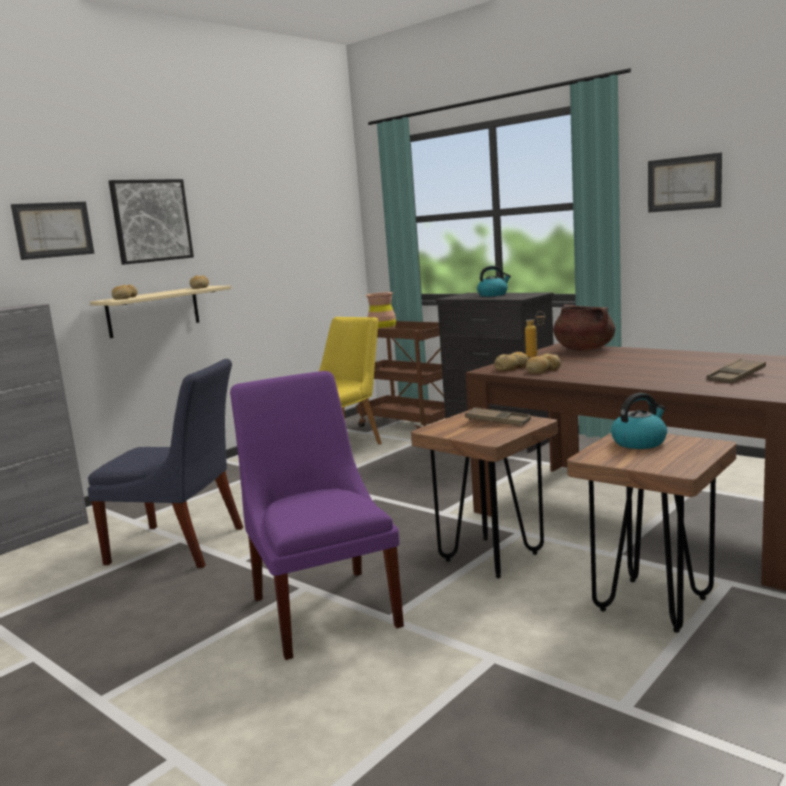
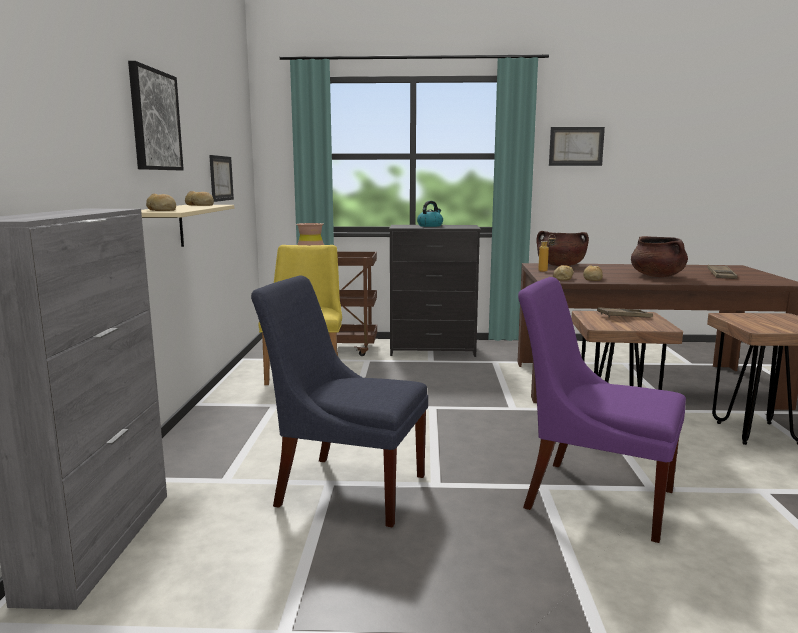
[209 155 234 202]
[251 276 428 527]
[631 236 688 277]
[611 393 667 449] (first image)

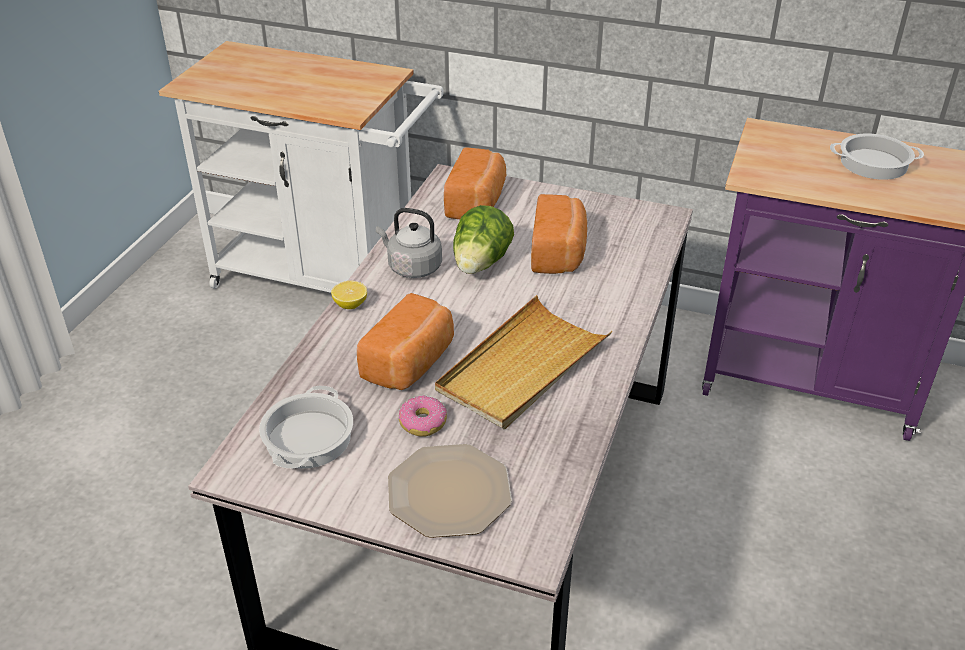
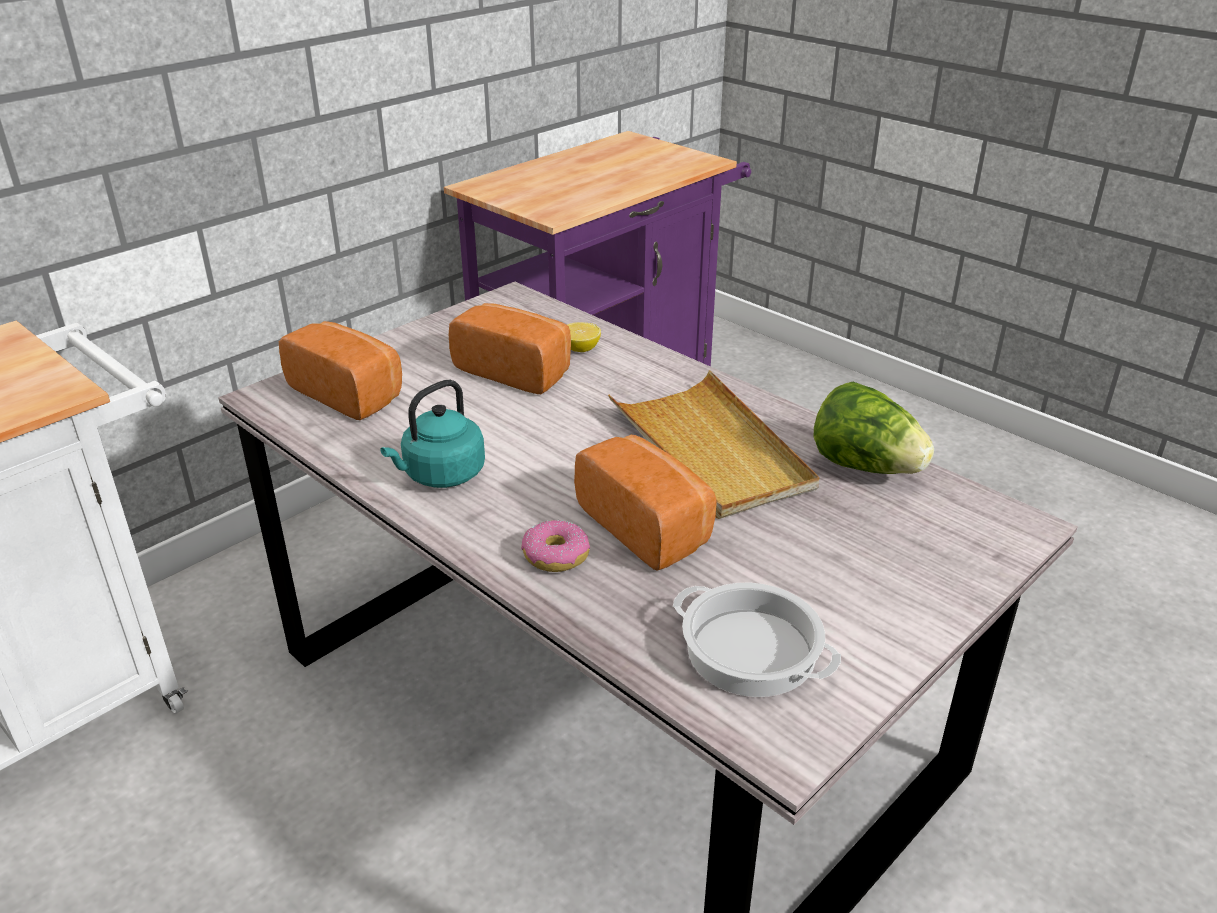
[380 380 485 488]
[521 520 590 572]
[567 322 601 352]
[814 382 934 474]
[388 444 512 538] (first image)
[830 134 924 180] (first image)

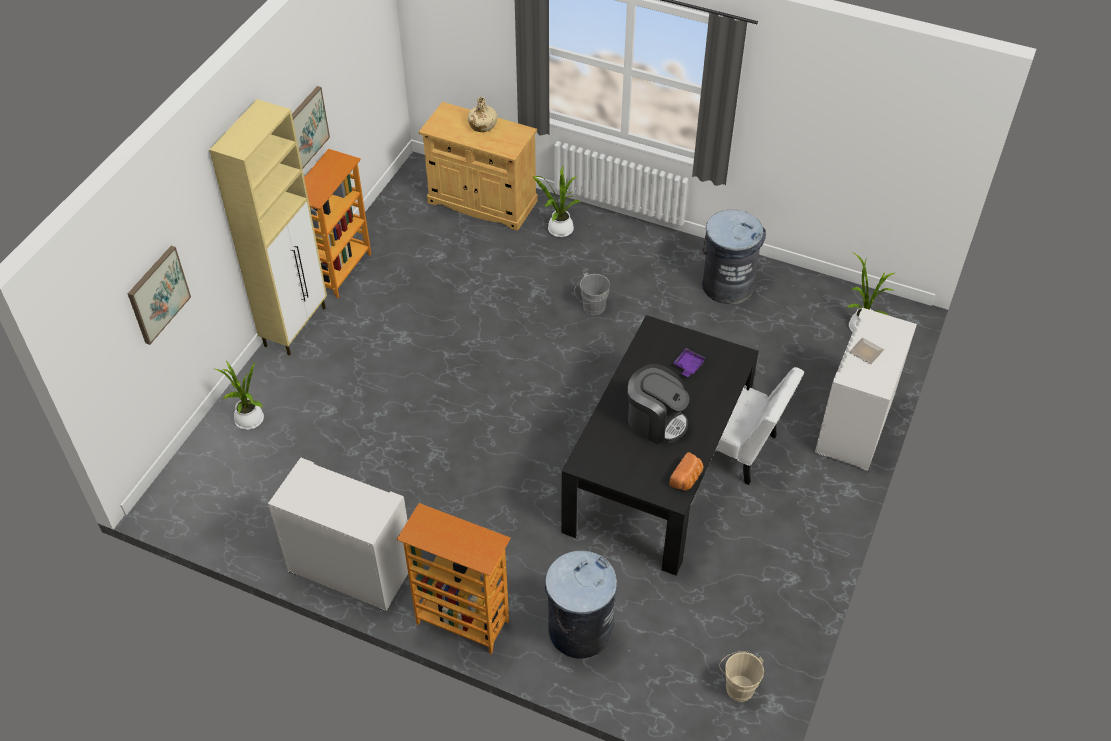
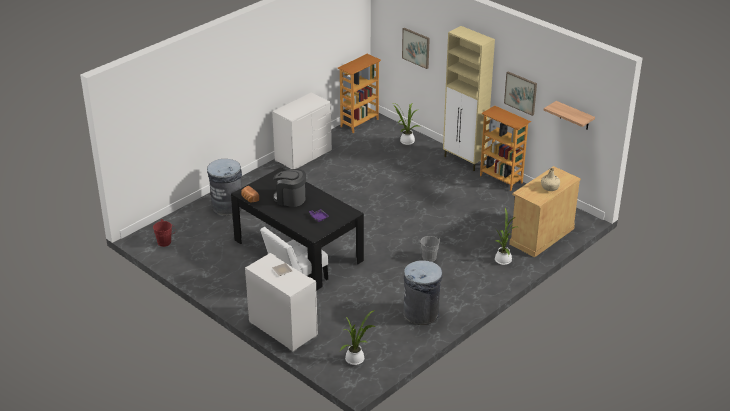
[153 219 176 247]
[273 169 306 207]
[338 54 381 133]
[544 101 595 130]

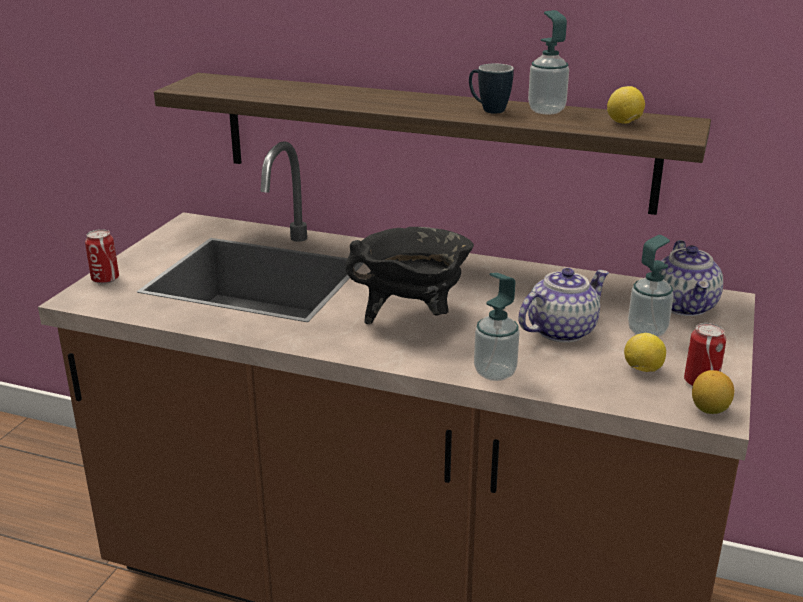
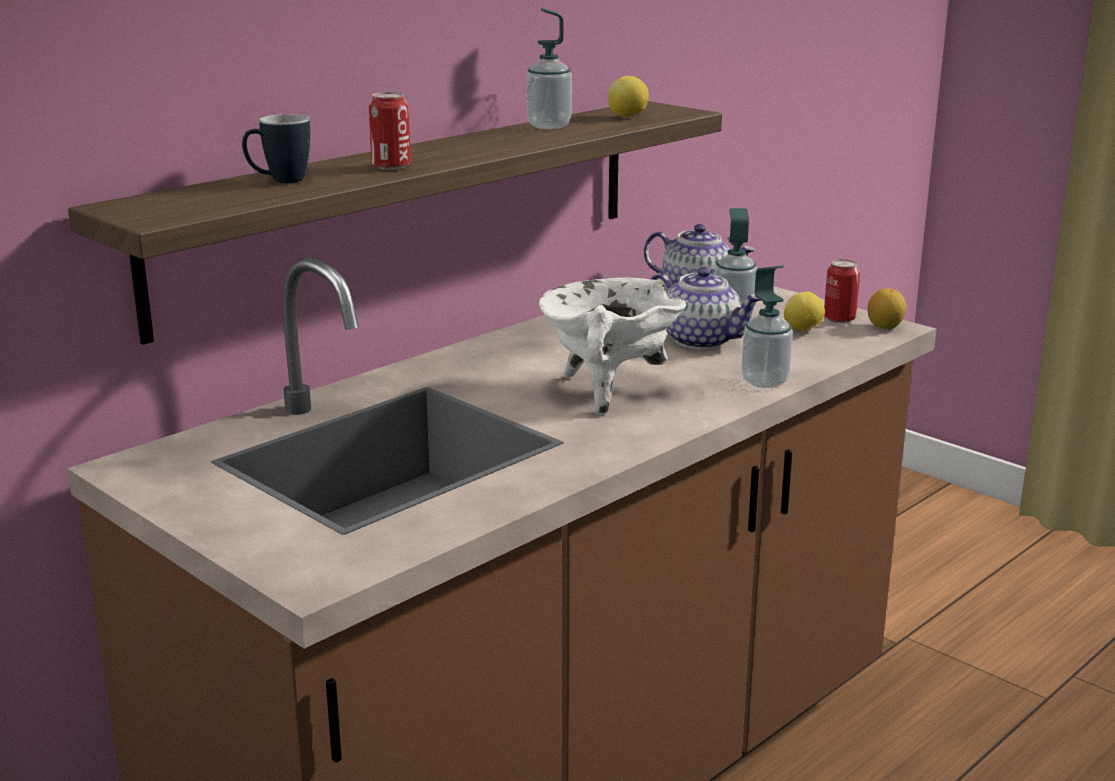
[242 114 310 183]
[369 92 411 170]
[539 278 686 415]
[651 267 761 350]

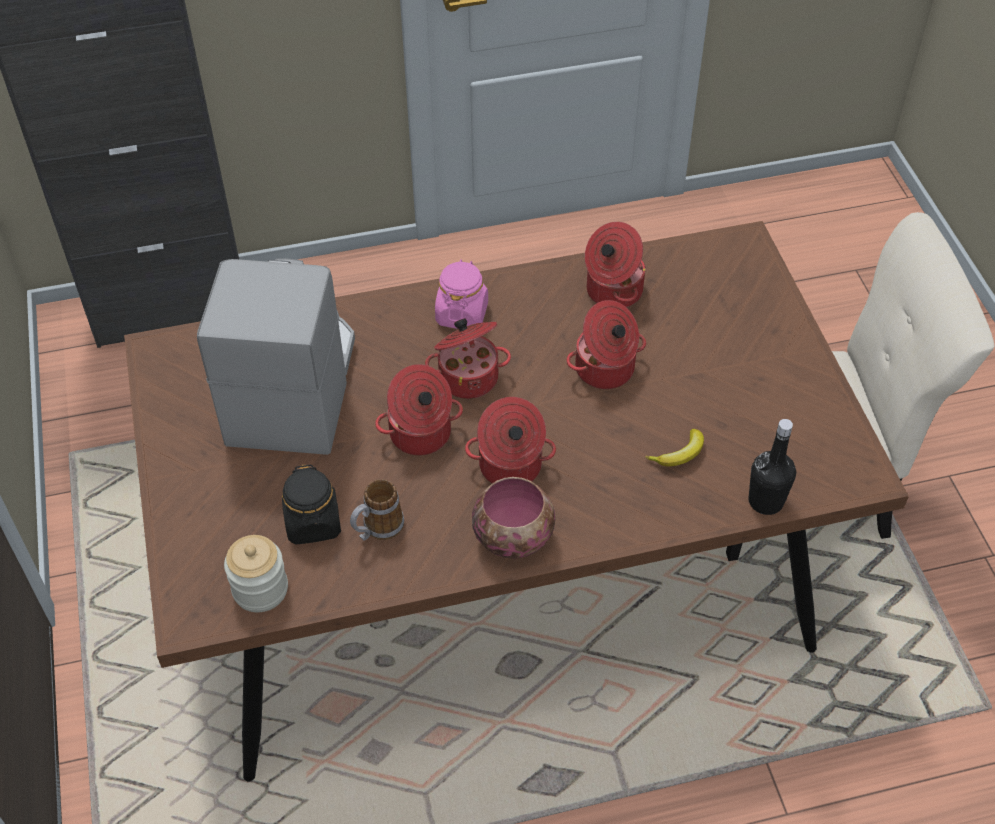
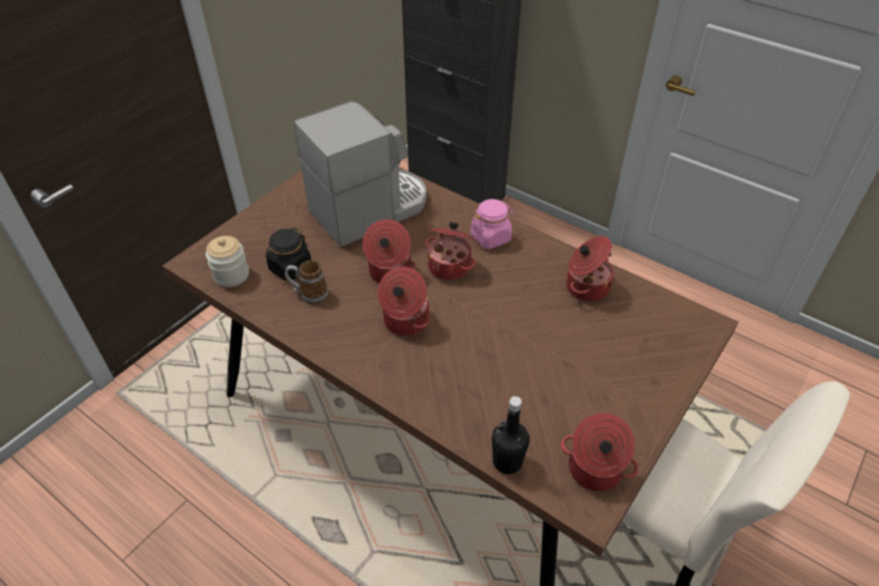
[561 413 638 491]
[472 477 555 559] (first image)
[645 429 704 466] (first image)

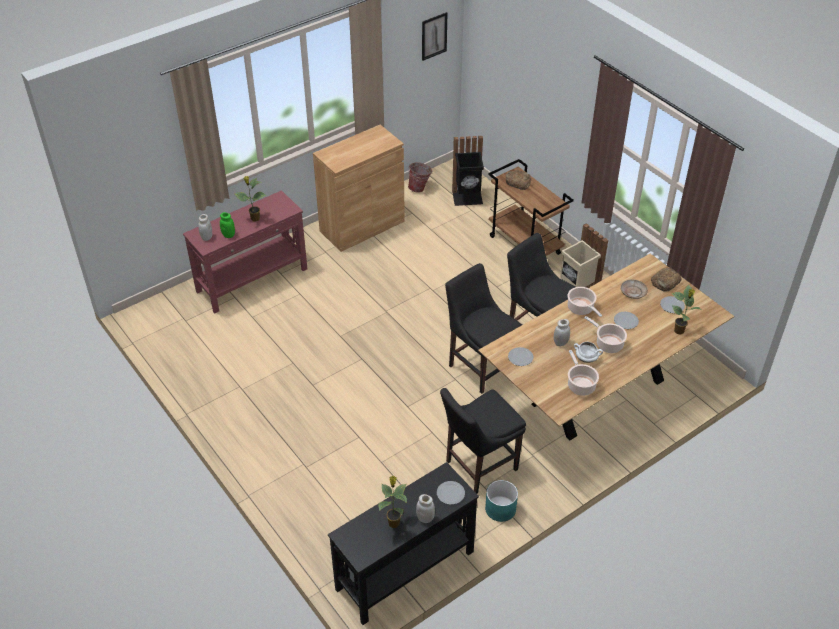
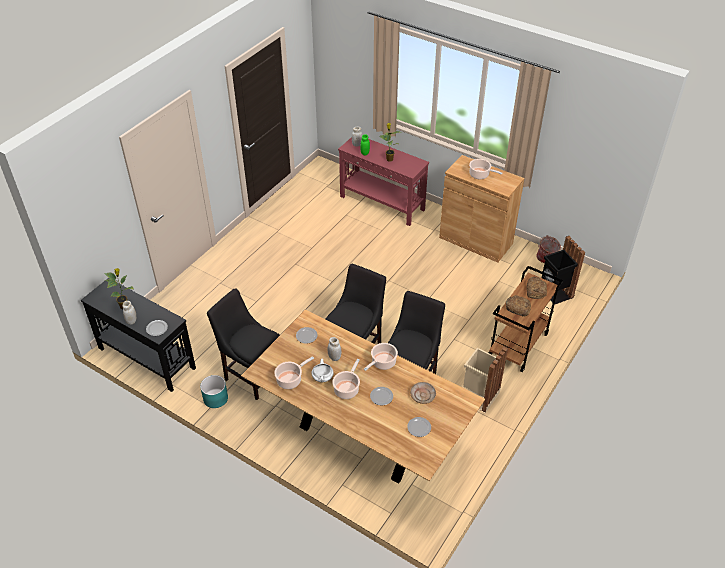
[469 159 503 179]
[506 295 531 317]
[422 12 447 61] (first image)
[672 284 701 335] (first image)

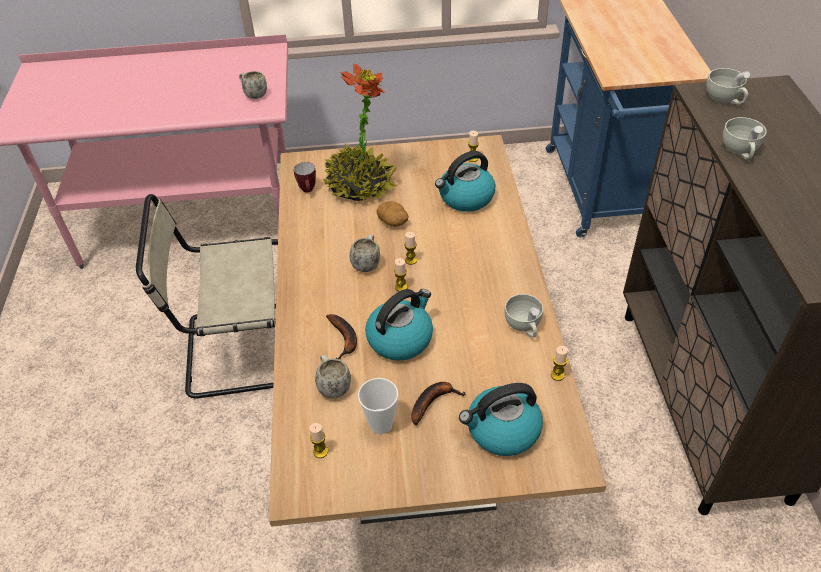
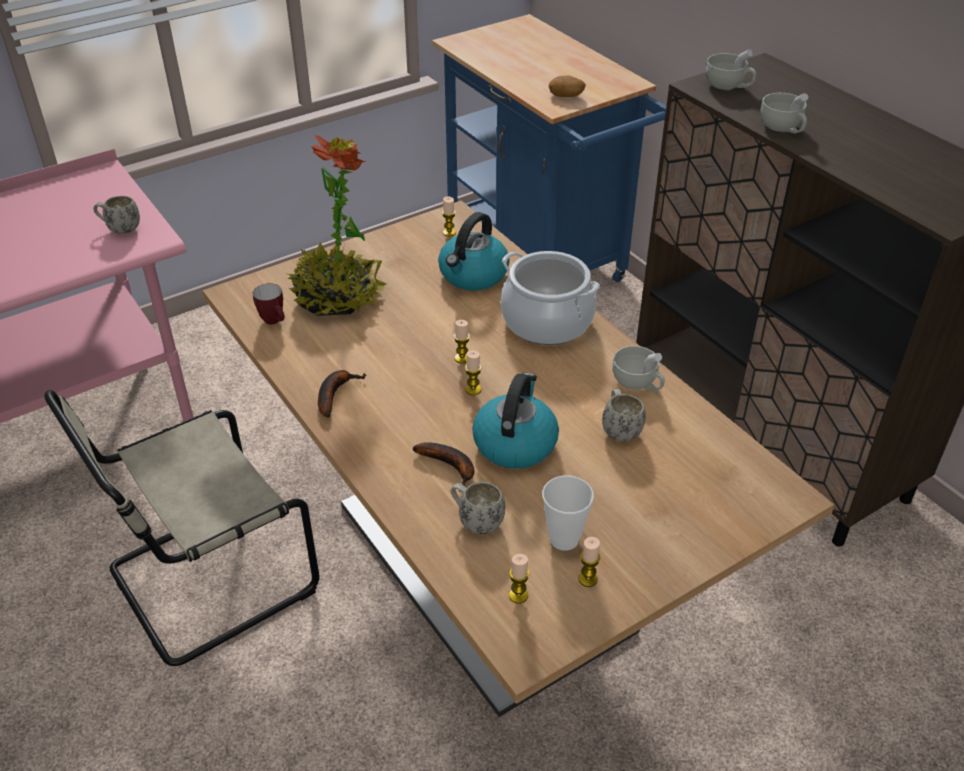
[318 370 367 418]
[501 251 600 345]
[548 75 586 97]
[578 537 601 587]
[602 389 646 441]
[459 383 543 456] (first image)

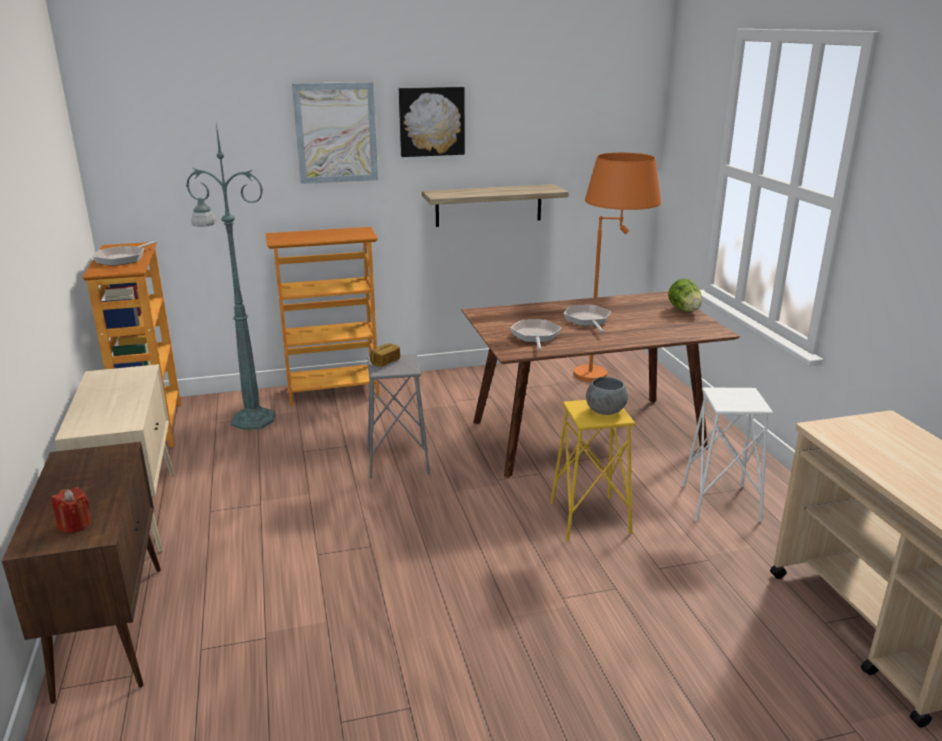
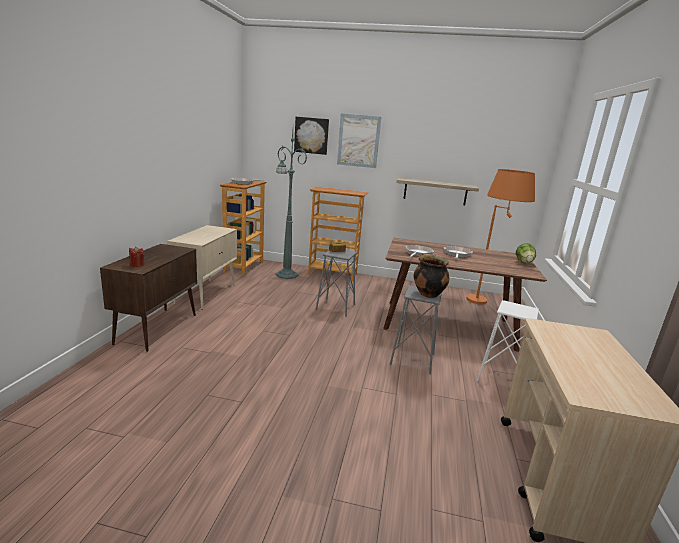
[294 117 329 155]
[390 285 442 374]
[414 253 449 298]

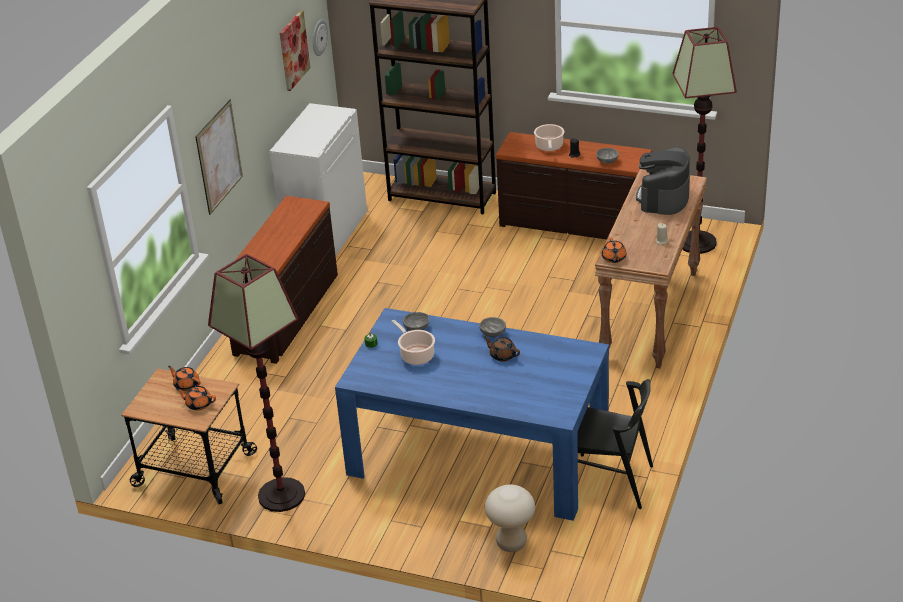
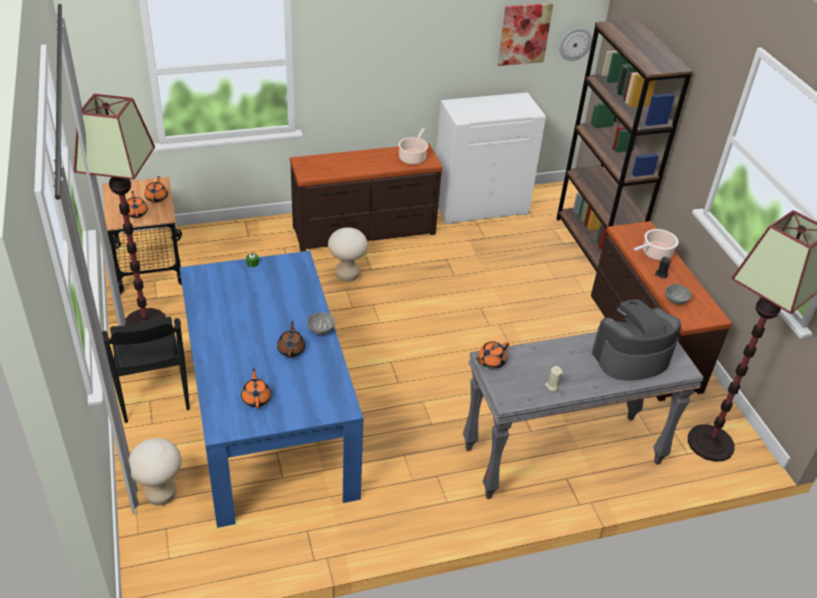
[102 317 190 423]
[241 368 271 408]
[328 227 368 282]
[398 128 428 165]
[463 332 704 499]
[196 100 243 215] (first image)
[403 312 429 331] (first image)

